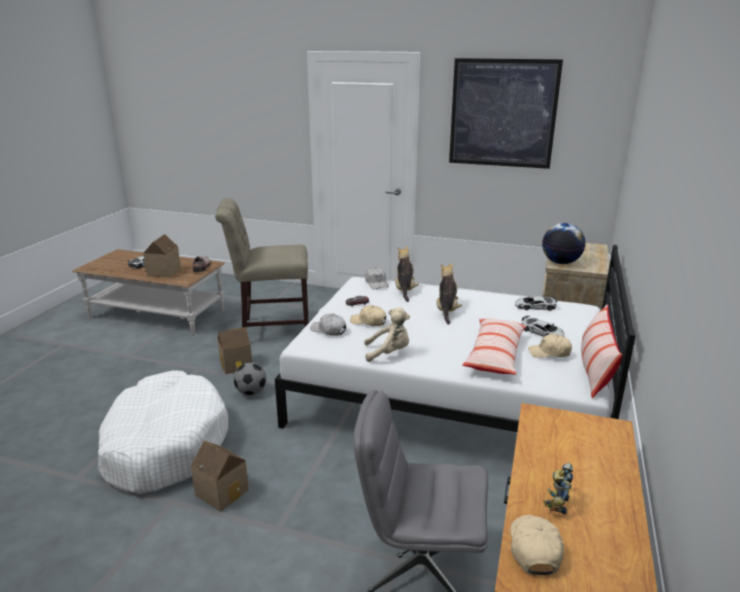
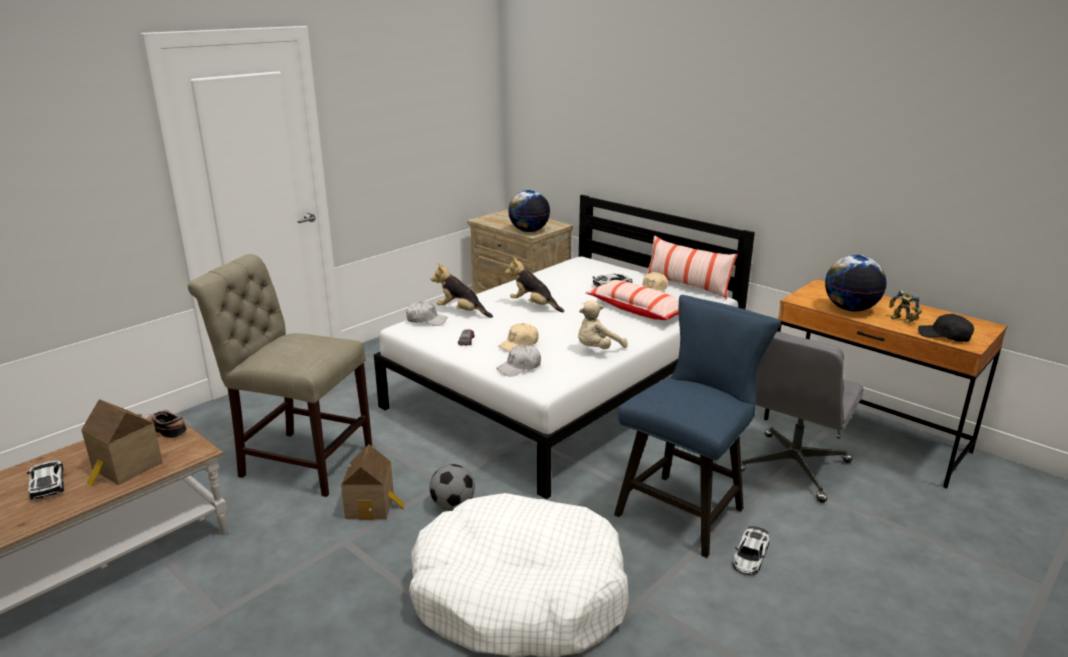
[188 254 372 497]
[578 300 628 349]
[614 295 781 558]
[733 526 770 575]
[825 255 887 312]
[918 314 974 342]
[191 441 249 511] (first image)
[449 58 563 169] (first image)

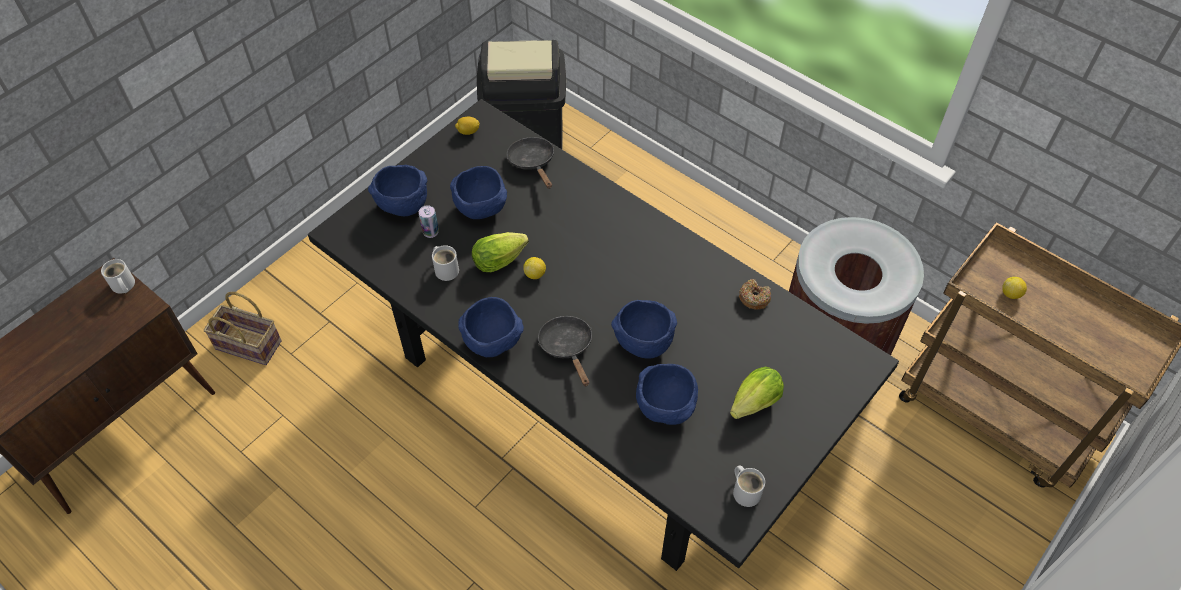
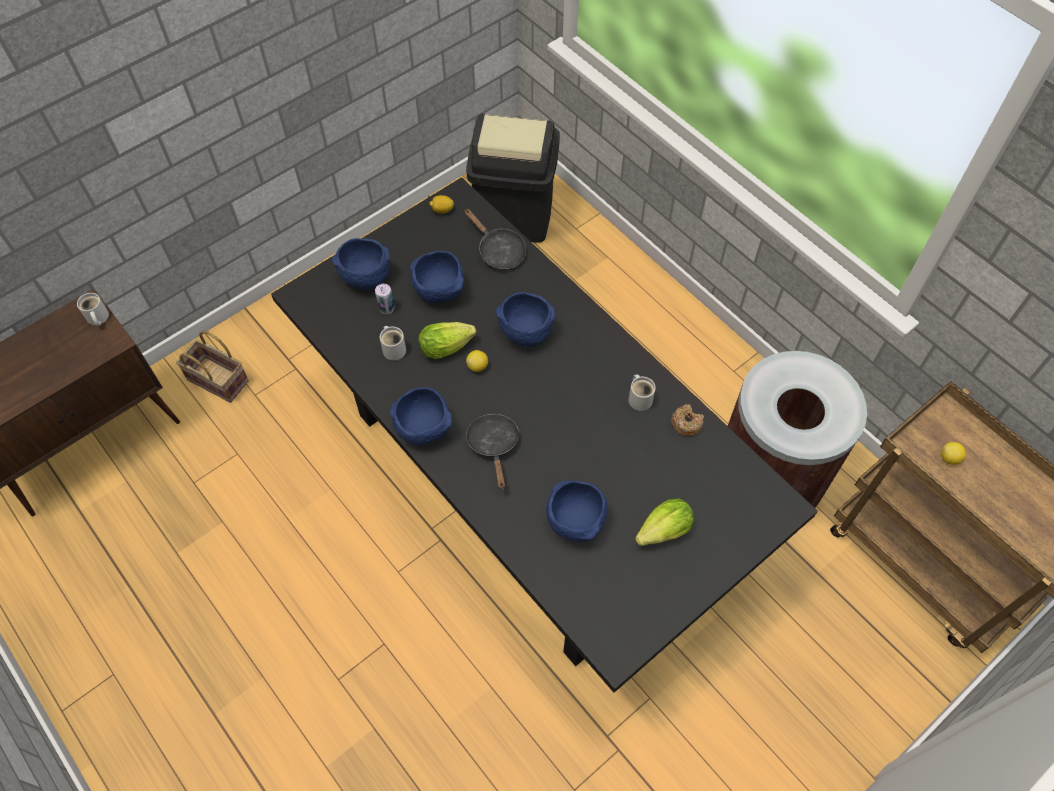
[464 209 526 270]
[496 292 555 347]
[629 374 656 411]

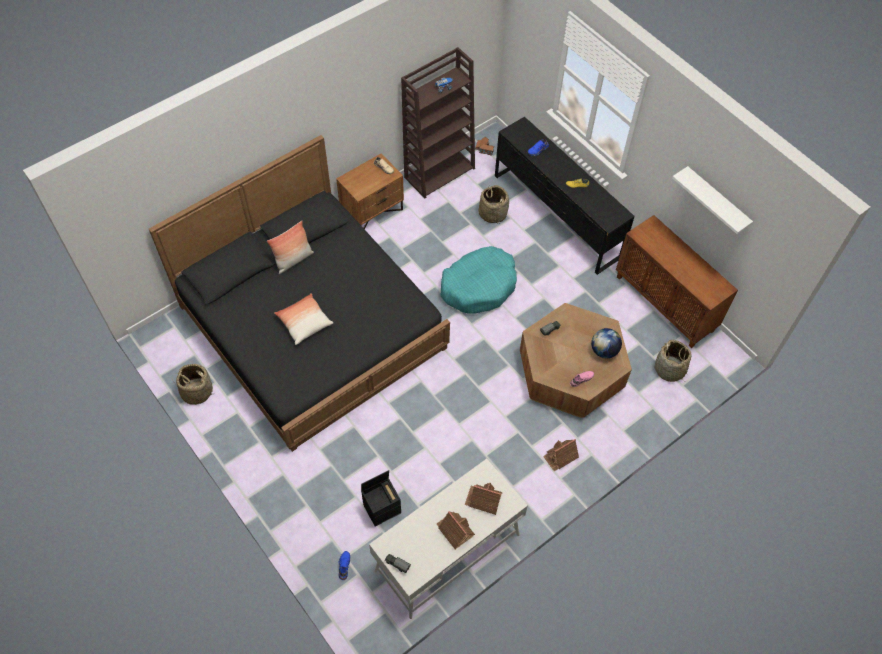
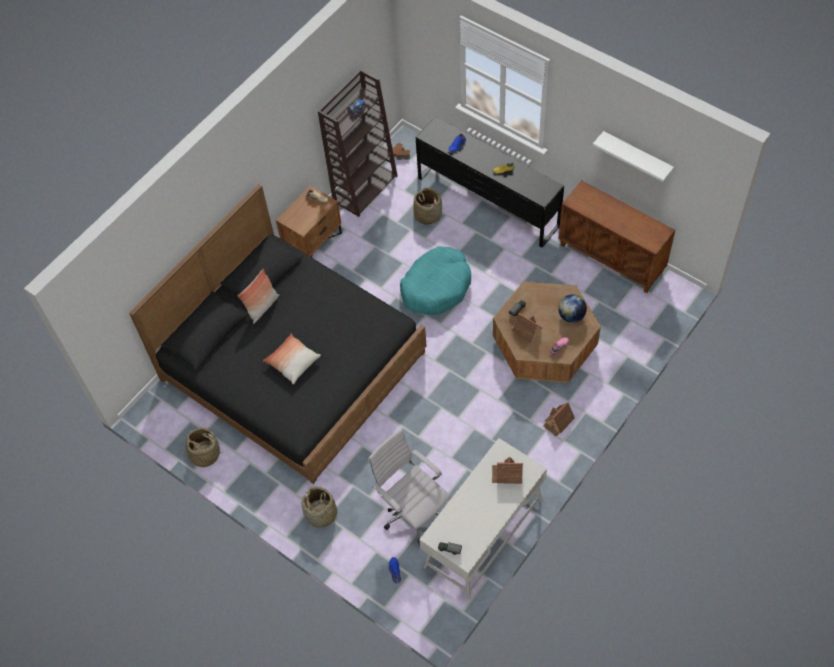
[302 486 337 528]
[369 429 450 545]
[509 313 543 343]

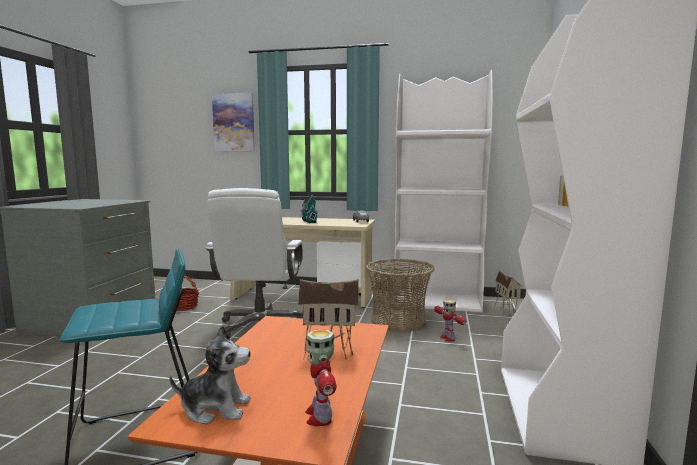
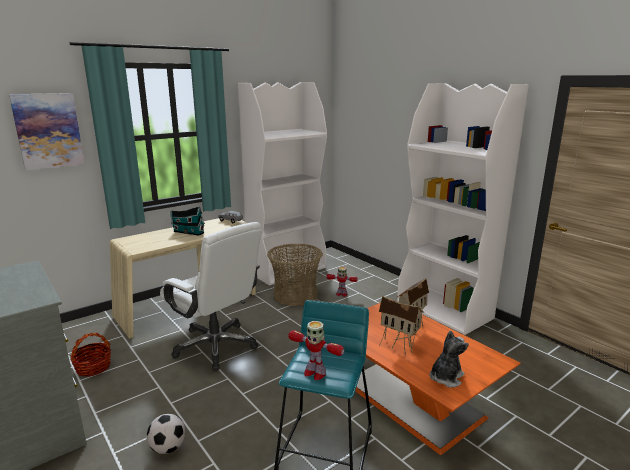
[147 414 186 454]
[288 321 344 380]
[379 296 424 355]

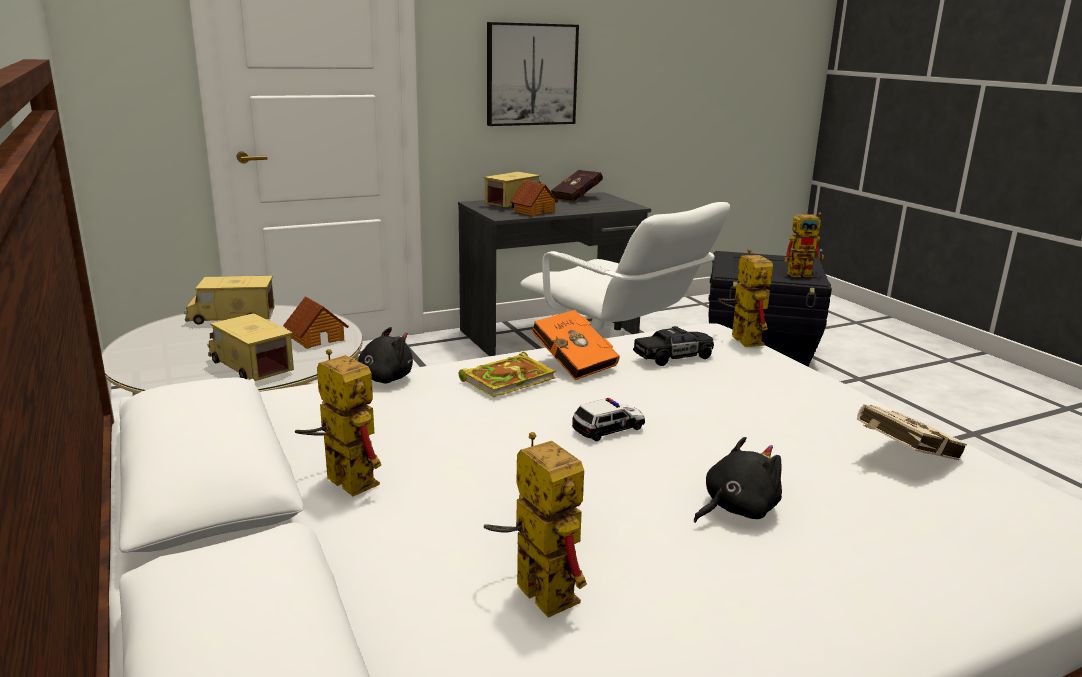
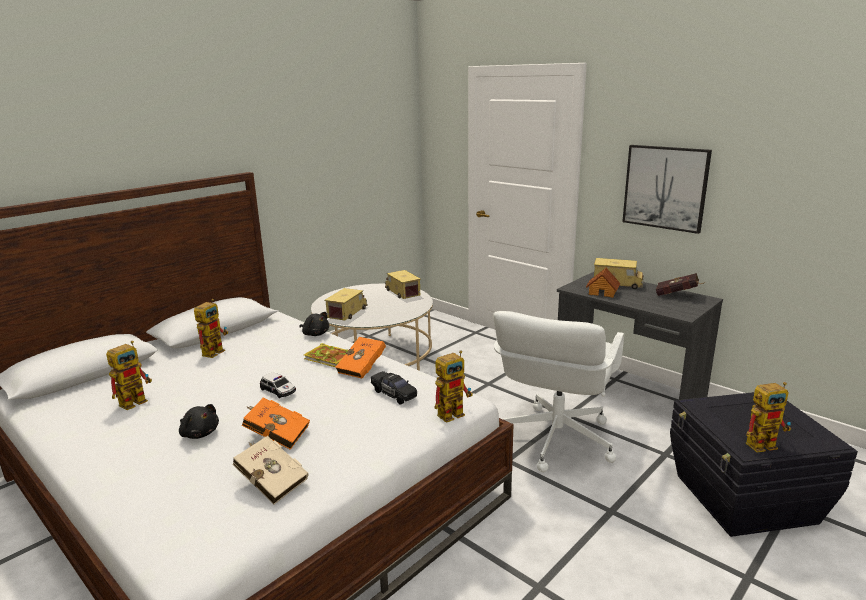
[242 397 310 450]
[746 382 791 453]
[283 296 349 349] (first image)

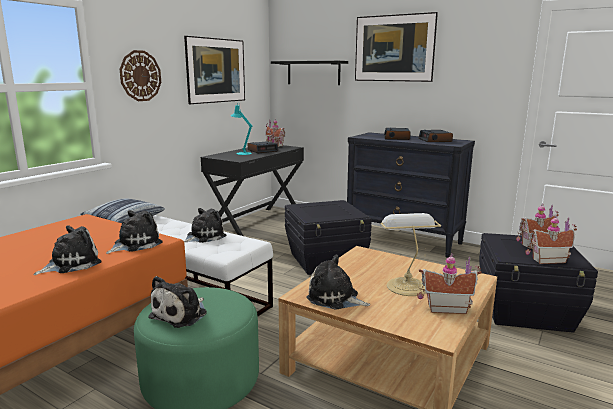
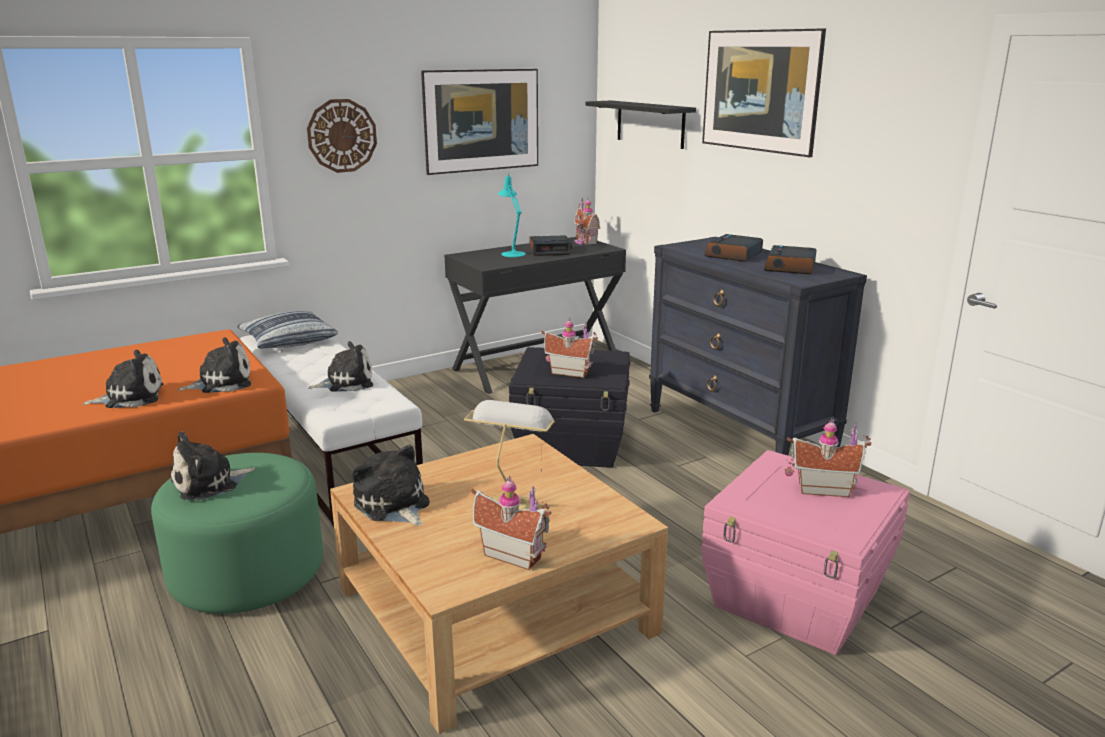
[541 317 598 378]
[701 450 910 655]

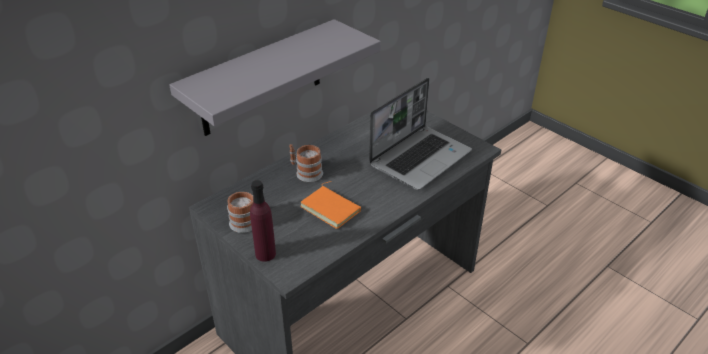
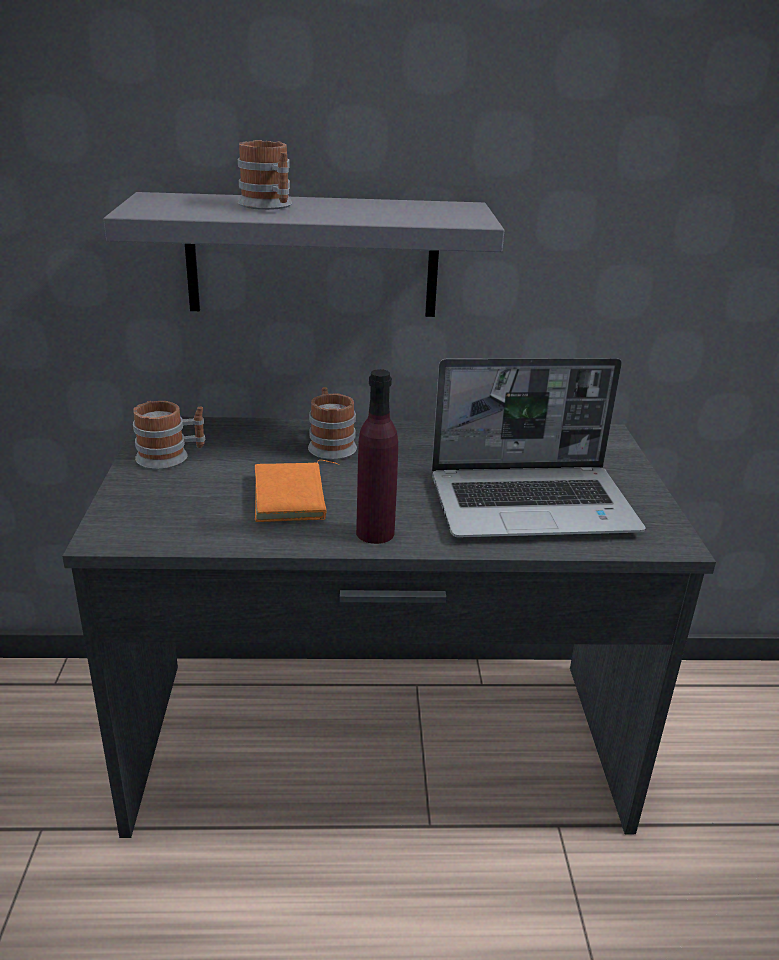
[238 140 292 210]
[356 369 398 544]

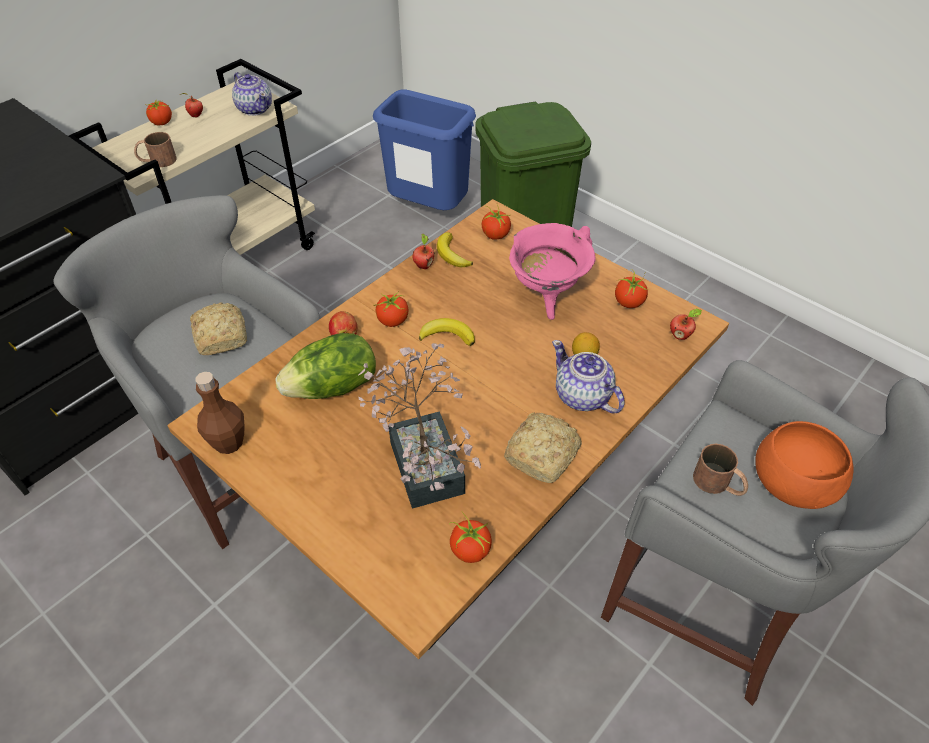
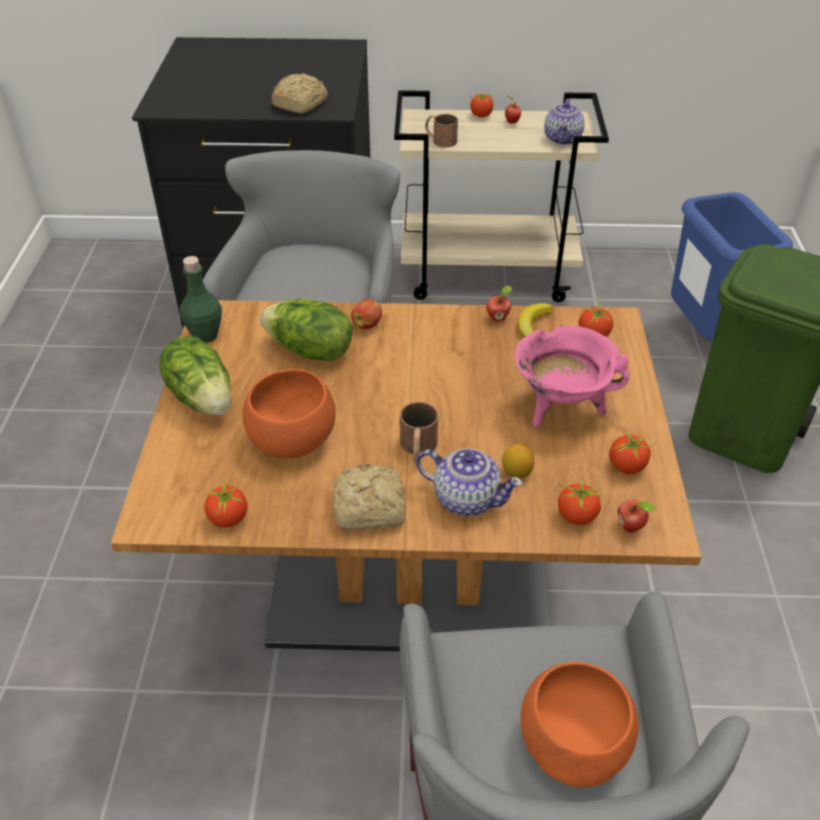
[159 336 231 416]
[179 256 222 343]
[243 369 336 458]
[271 73 328 114]
[400 402 438 462]
[416 448 523 516]
[558 478 604 525]
[419 318 475 346] (first image)

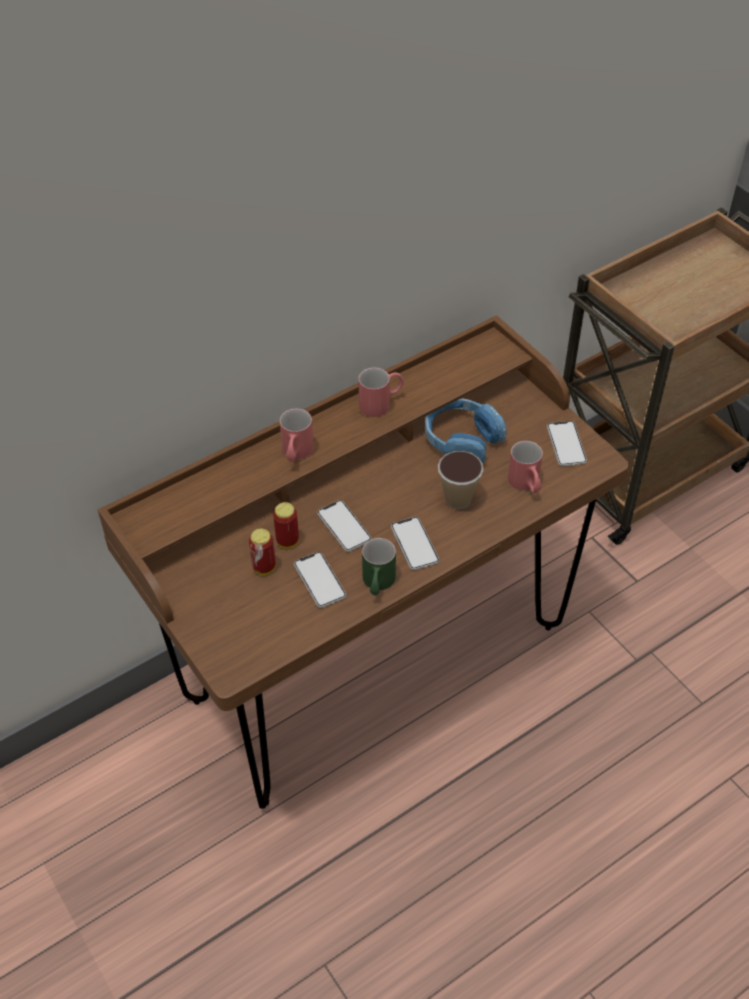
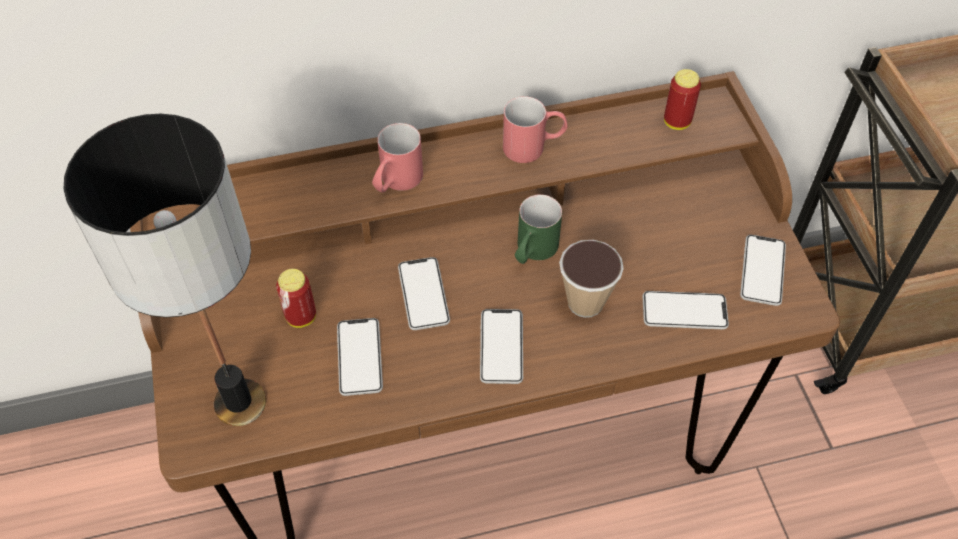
[64 114 266 426]
[515 194 562 264]
[642 291 729 329]
[664 69 701 130]
[425 398 507 463] (first image)

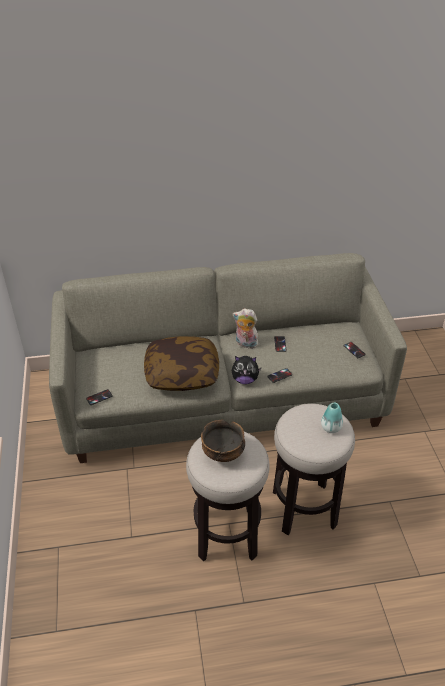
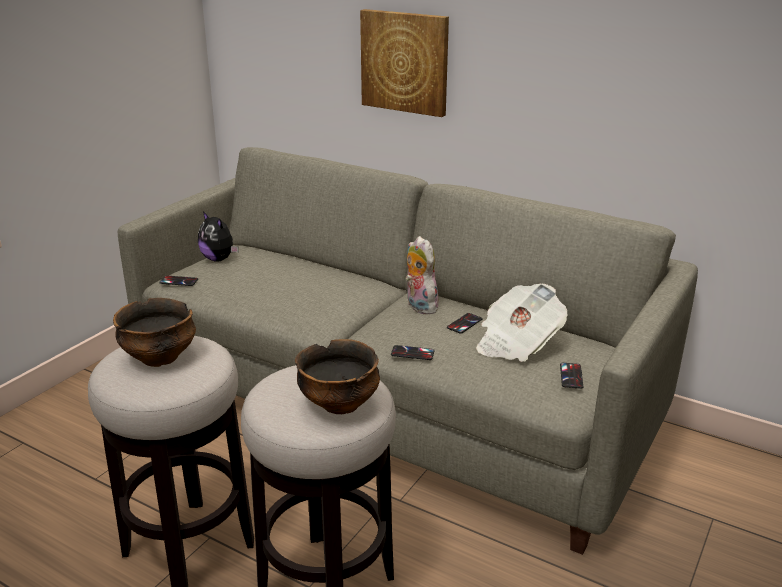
[198 211 238 262]
[295 339 380 414]
[360 9 449 117]
[476 284 567 362]
[144 336 219 391] (first image)

